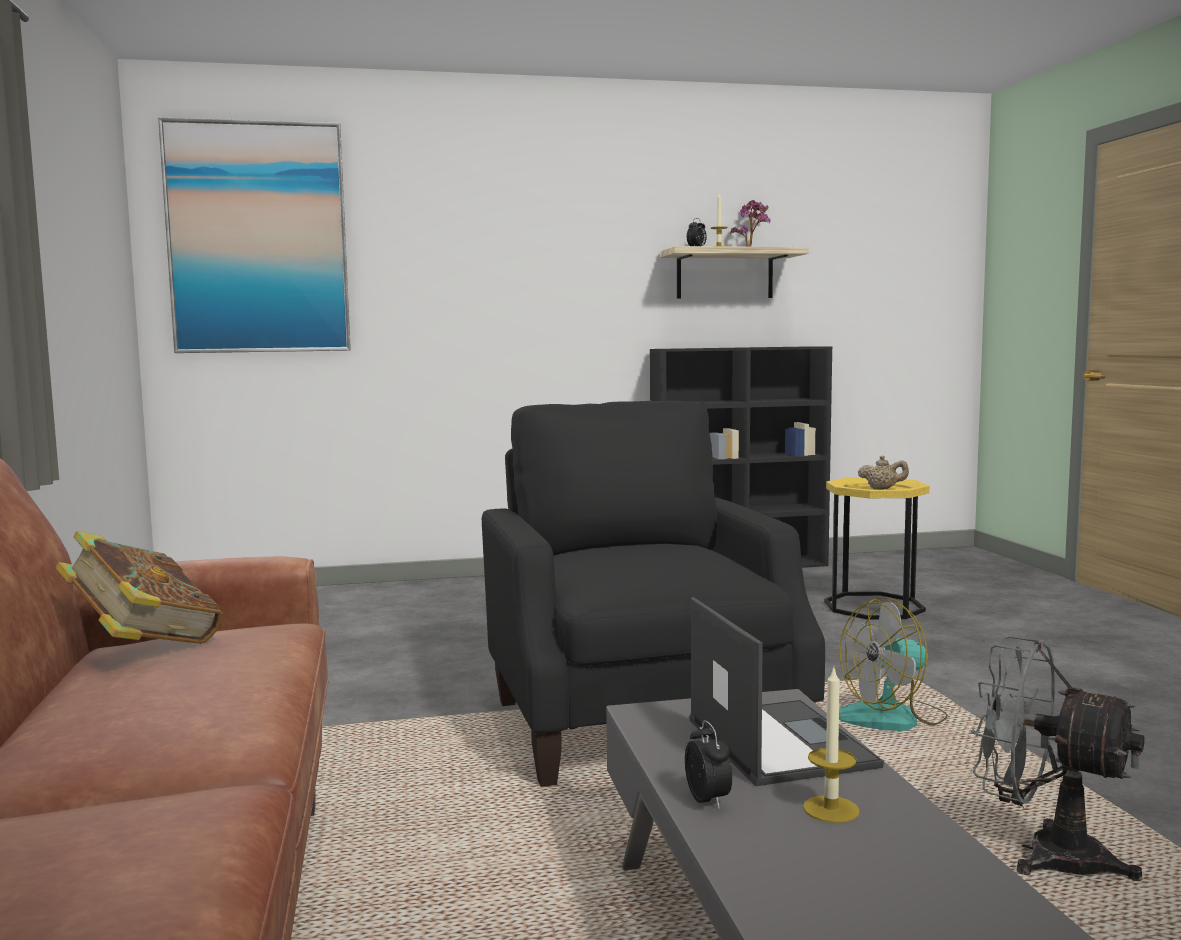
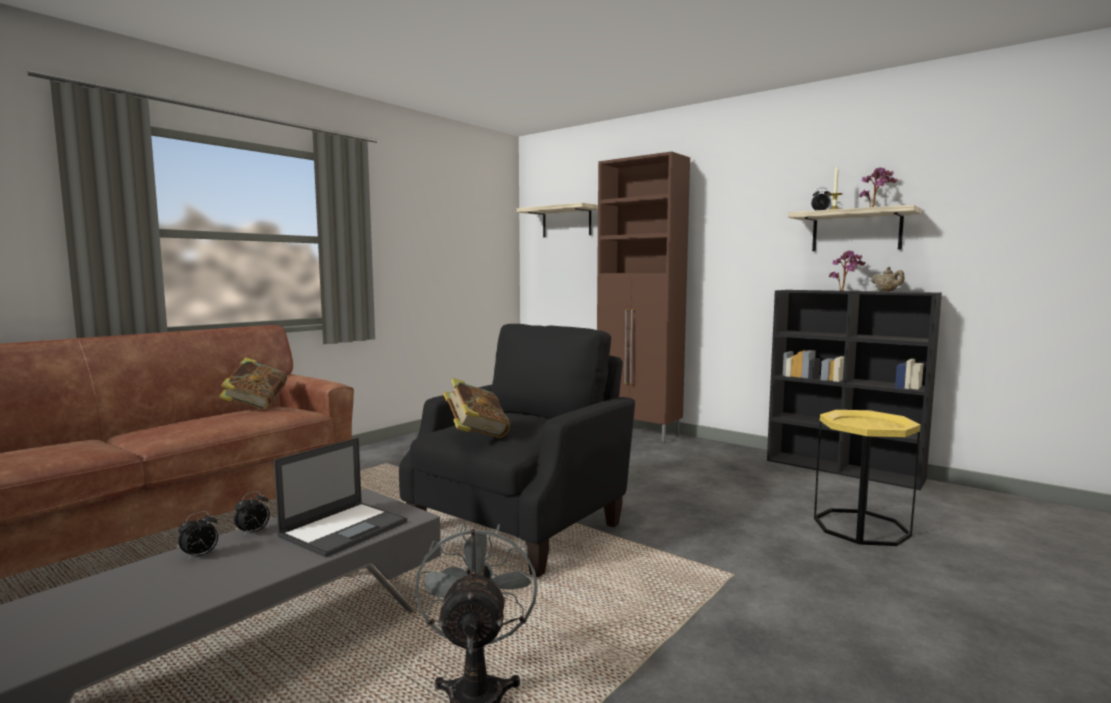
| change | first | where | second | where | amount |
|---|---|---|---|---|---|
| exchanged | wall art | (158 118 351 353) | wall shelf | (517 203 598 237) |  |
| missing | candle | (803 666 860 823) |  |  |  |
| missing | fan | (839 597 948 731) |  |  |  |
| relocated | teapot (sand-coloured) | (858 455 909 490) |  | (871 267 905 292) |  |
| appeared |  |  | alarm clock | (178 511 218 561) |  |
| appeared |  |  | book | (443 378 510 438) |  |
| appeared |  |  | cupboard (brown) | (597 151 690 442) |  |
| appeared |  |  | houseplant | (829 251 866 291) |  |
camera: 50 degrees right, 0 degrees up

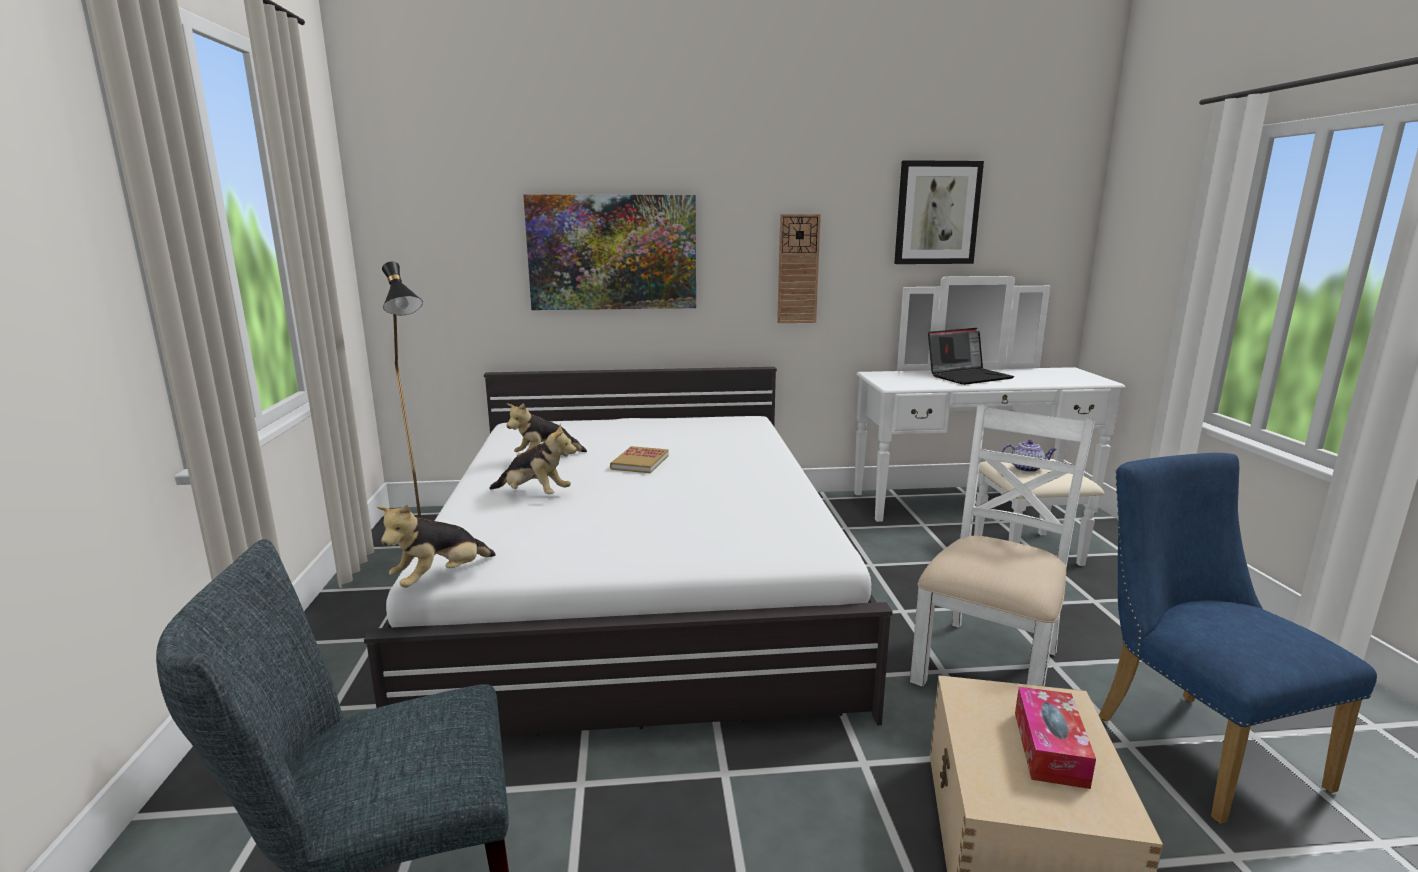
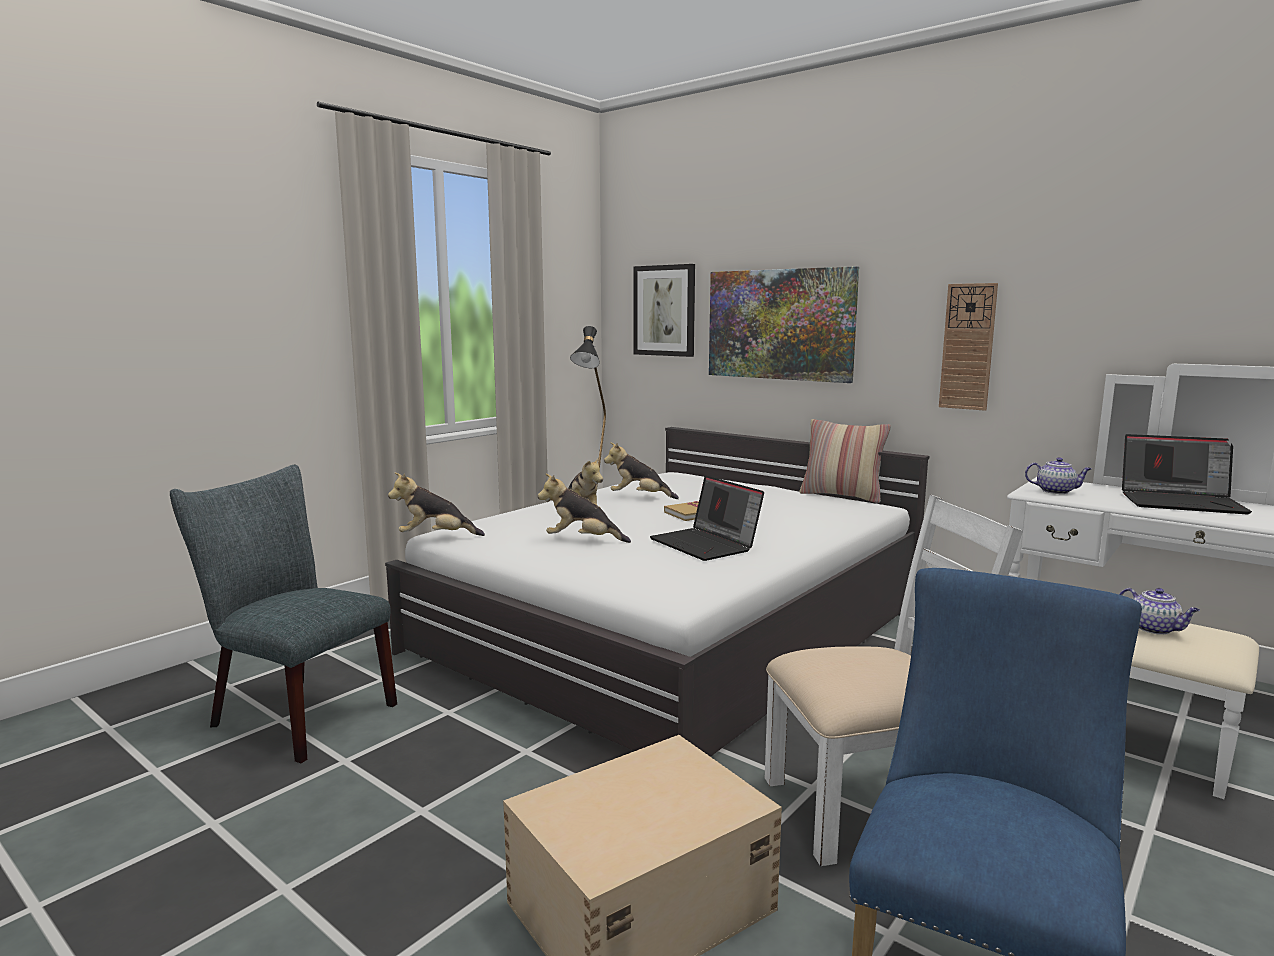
| change | first | where | second | where | amount |
|---|---|---|---|---|---|
| relocated | wall art | (894 160 984 264) |  | (633 264 695 357) |  |
| missing | tissue box | (1015 687 1096 789) |  |  |  |
| appeared |  |  | cuddly toy | (538 474 631 543) |  |
| appeared |  |  | laptop | (650 476 764 561) |  |
| appeared |  |  | pillow | (799 419 891 503) |  |
| appeared |  |  | teapot | (1025 457 1091 494) |  |
camera: 45 degrees right, 5 degrees down

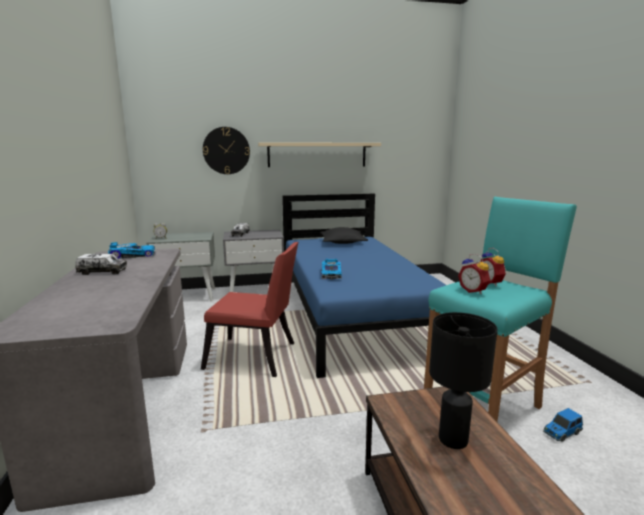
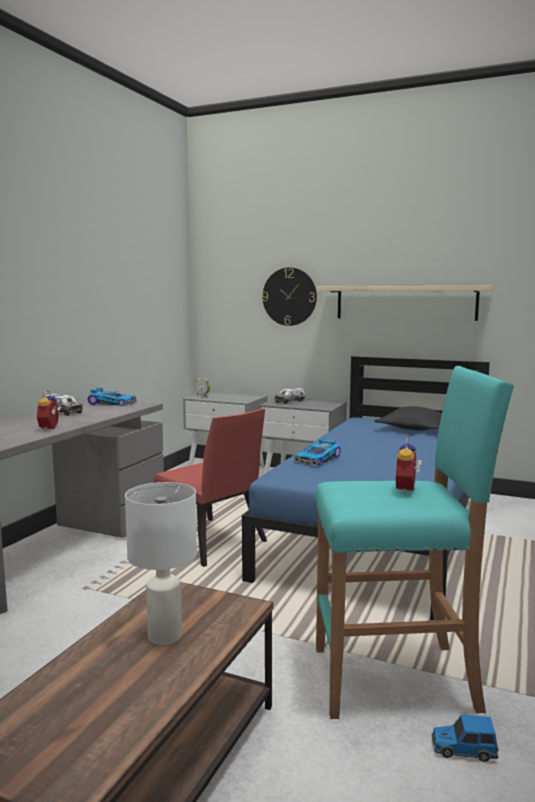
| change | first | where | second | where | amount |
|---|---|---|---|---|---|
| colour | table lamp (black-coloured) | (429 312 497 449) | table lamp (white) | (125 482 197 645) |  |
| relocated | alarm clock | (458 254 490 294) |  | (37 390 61 431) |  |
camera: 35 degrees right, 5 degrees down

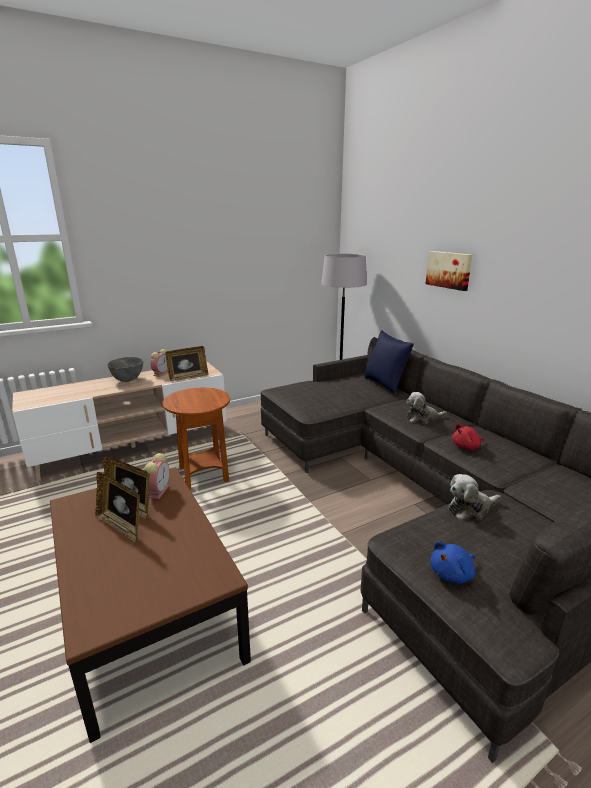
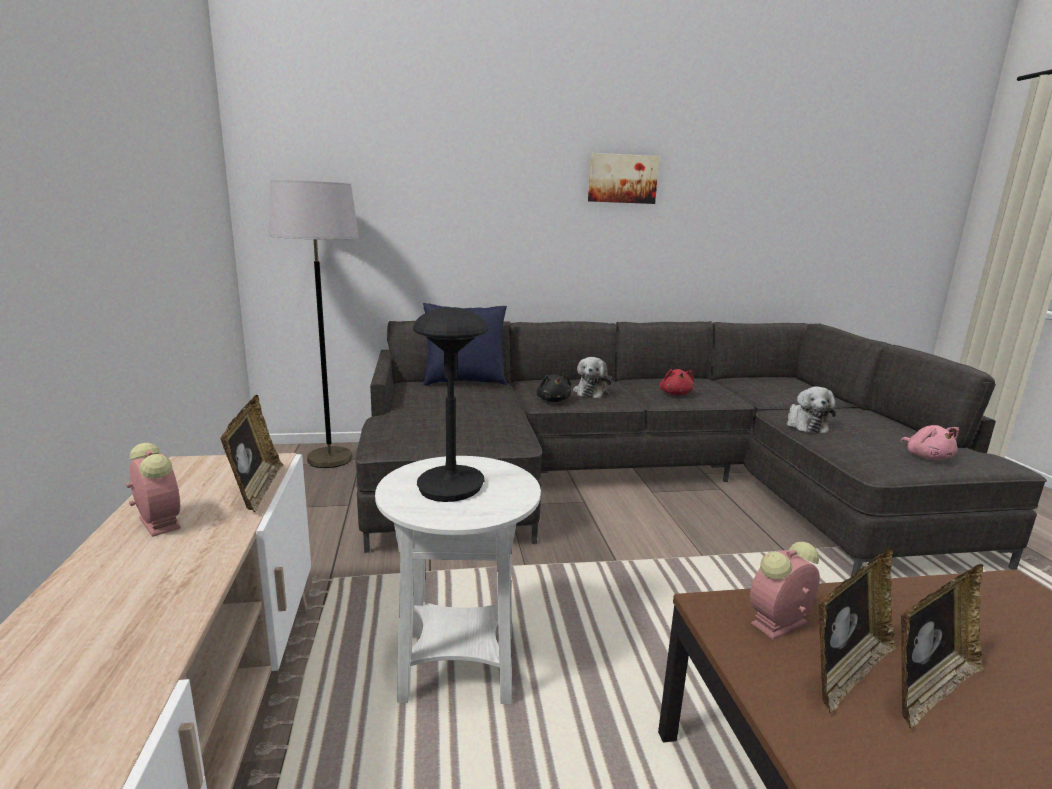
| change | first | where | second | where | amount |
|---|---|---|---|---|---|
| missing | deep dish (gray) | (107 357 143 382) |  |  |  |
| spun | alarm clock | (144 453 170 499) |  | (750 542 820 640) | 60 degrees counterclockwise |
| colour | accent table (brown) | (163 388 230 490) | accent table (white) | (375 456 541 704) |  |
| relocated | wall art | (426 251 472 291) |  | (588 153 660 204) |  |
| colour | cuddly toy (blue) | (430 541 475 584) | cuddly toy (pink) | (900 425 959 460) |  |
| appeared |  |  | table lamp (black-coloured) | (413 307 488 502) |  |
| appeared |  |  | cuddly toy (black-coloured) | (536 374 571 402) |  |
camera: 70 degrees left, 5 degrees down

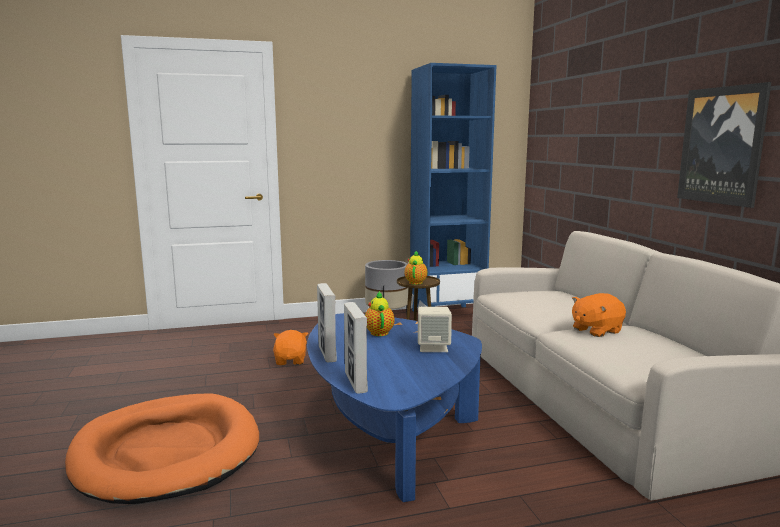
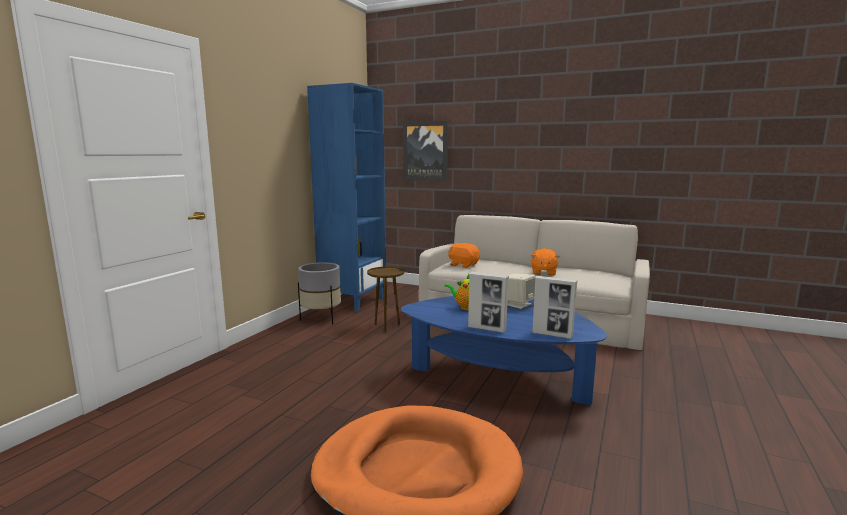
| change | first | where | second | where | amount |
|---|---|---|---|---|---|
| relocated | cuddly toy (orange) | (273 330 308 365) |  | (448 243 480 268) |  |
| missing | teapot | (405 250 428 285) |  |  |  |
| relocated | wall art | (677 82 771 208) |  | (403 121 448 182) |  |
camera: 50 degrees left, 0 degrees up

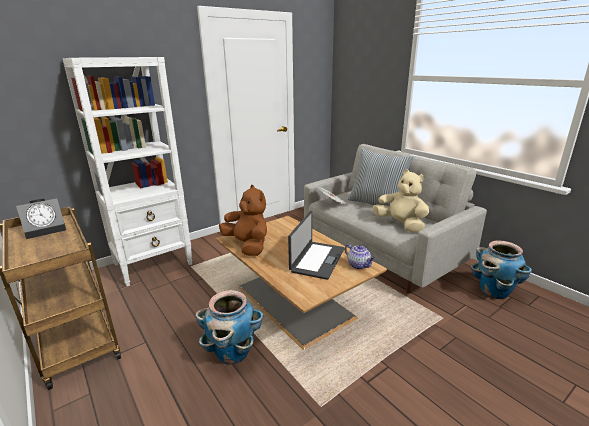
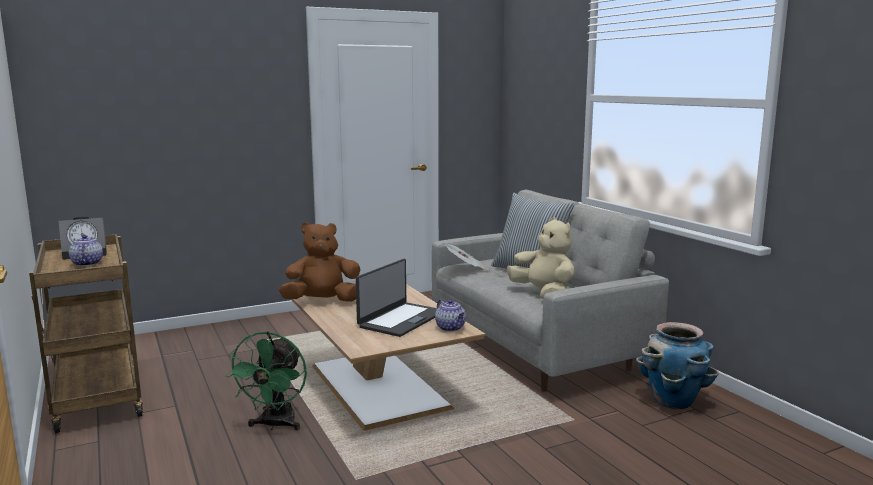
| change | first | where | second | where | amount |
|---|---|---|---|---|---|
| missing | bookshelf (white) | (62 57 193 286) |  |  |  |
| exchanged | flower pot | (196 290 263 365) | fan (green) | (225 331 307 430) |  |
| spun | cuddly toy (brown) | (219 185 267 256) |  | (279 222 360 302) | 75 degrees counterclockwise |
| appeared |  |  | teapot | (69 235 103 266) |  |
camera: 10 degrees right, 10 degrees down

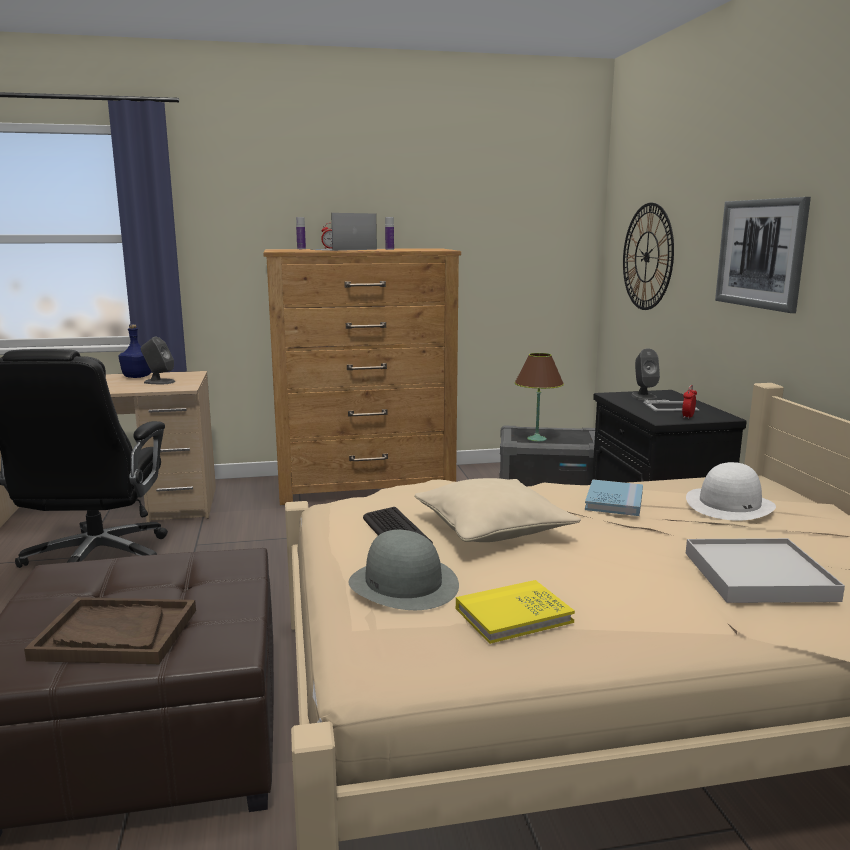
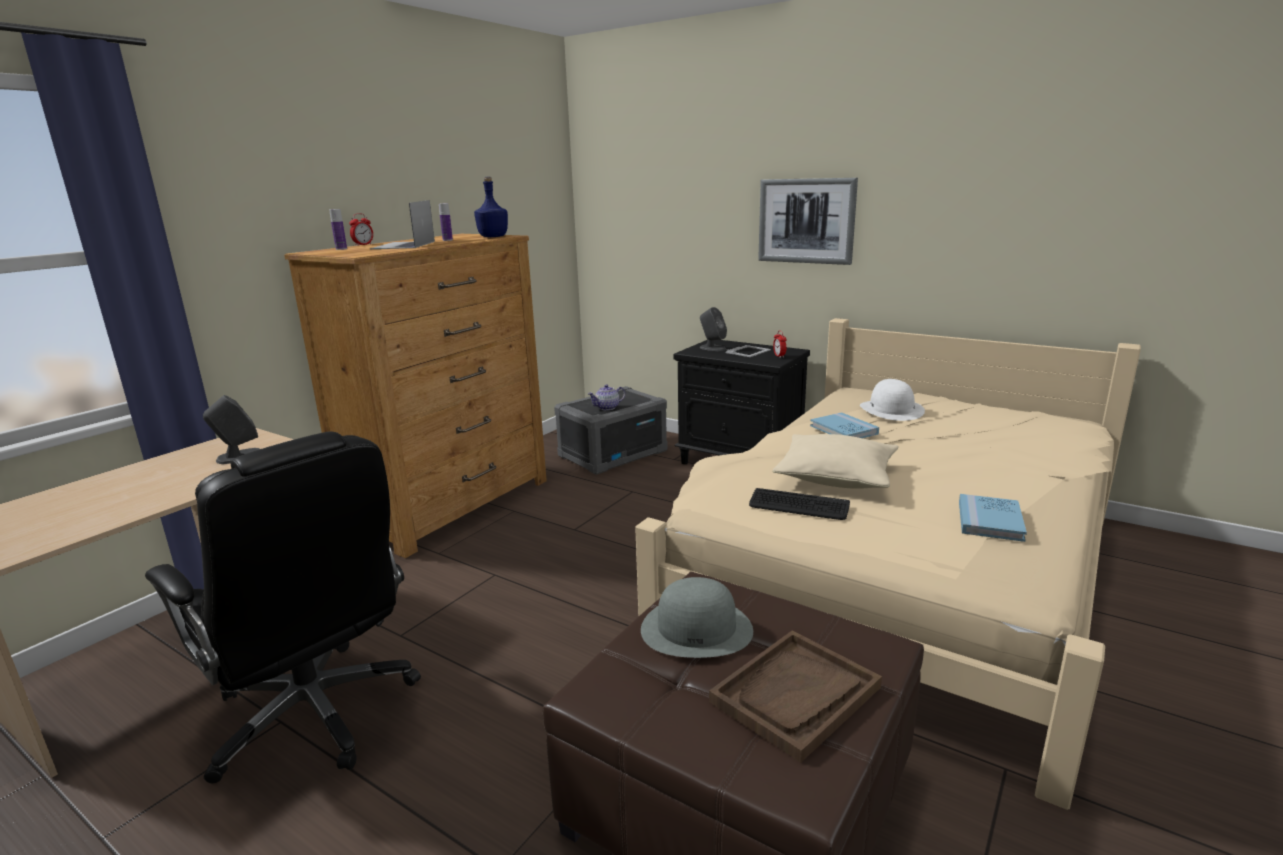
| change | first | where | second | where | amount |
|---|---|---|---|---|---|
| relocated | beverage bottle (blue) | (119 324 151 378) |  | (474 177 508 237) |  |
| relocated | wearable hat (gray) | (349 530 459 610) |  | (641 577 753 658) |  |
| colour | book (yellowish) | (456 580 575 644) | book (blue) | (959 494 1027 542) |  |
| exchanged | table lamp (brown) | (514 353 564 441) | teapot | (588 384 625 410) |  |
| missing | wall clock | (623 203 674 310) |  |  |  |
| missing | tray (white) | (686 538 845 603) |  |  |  |
camera: 45 degrees left, 5 degrees up

